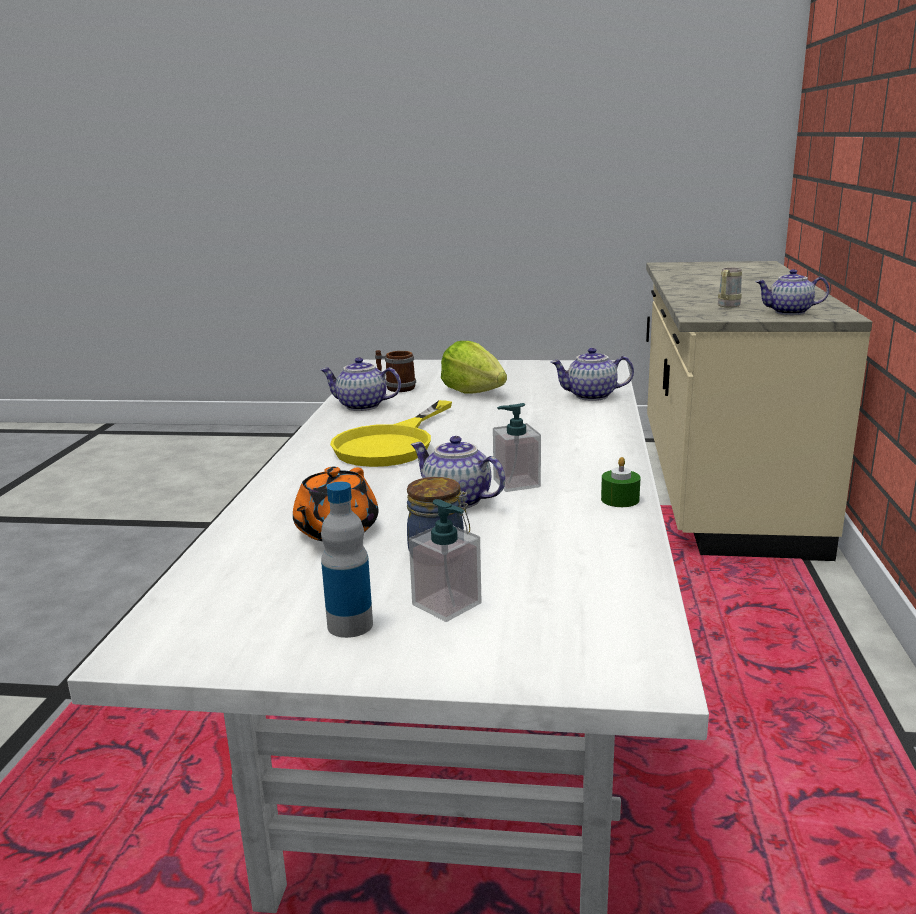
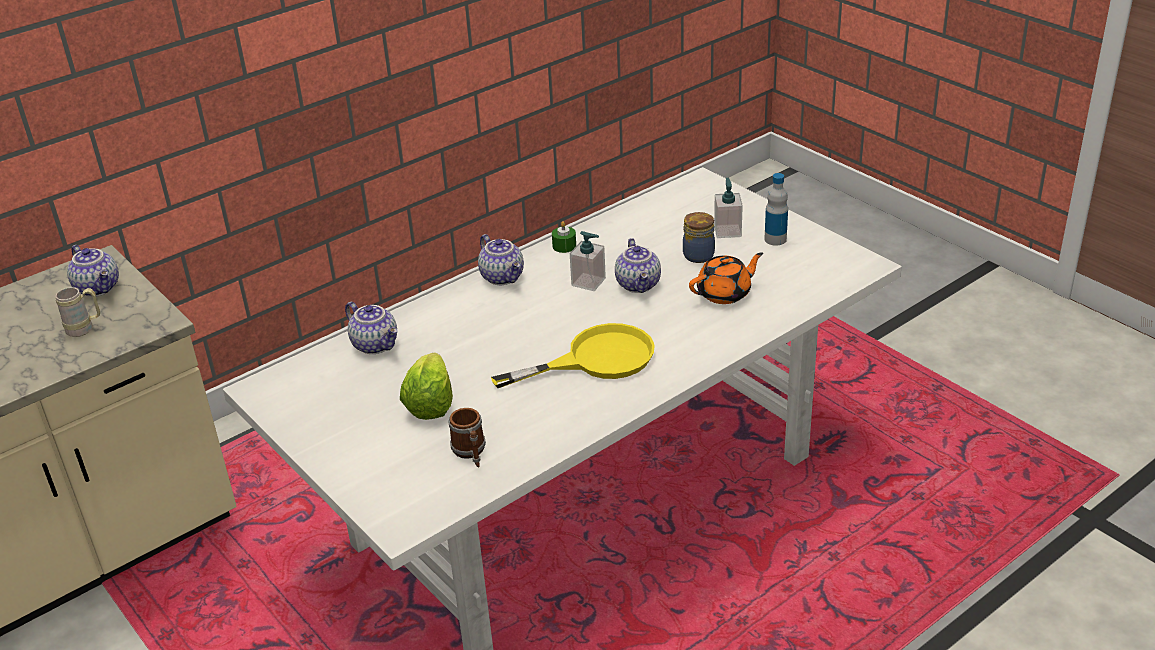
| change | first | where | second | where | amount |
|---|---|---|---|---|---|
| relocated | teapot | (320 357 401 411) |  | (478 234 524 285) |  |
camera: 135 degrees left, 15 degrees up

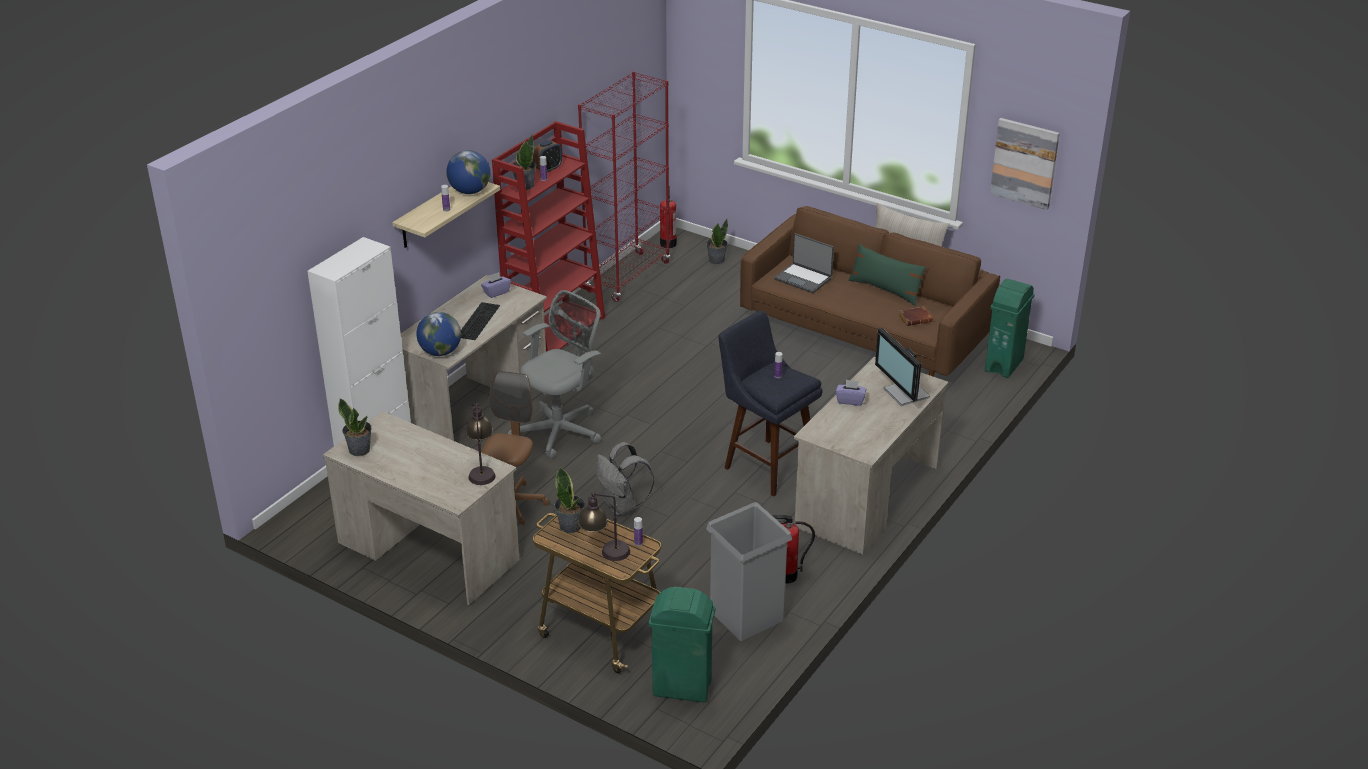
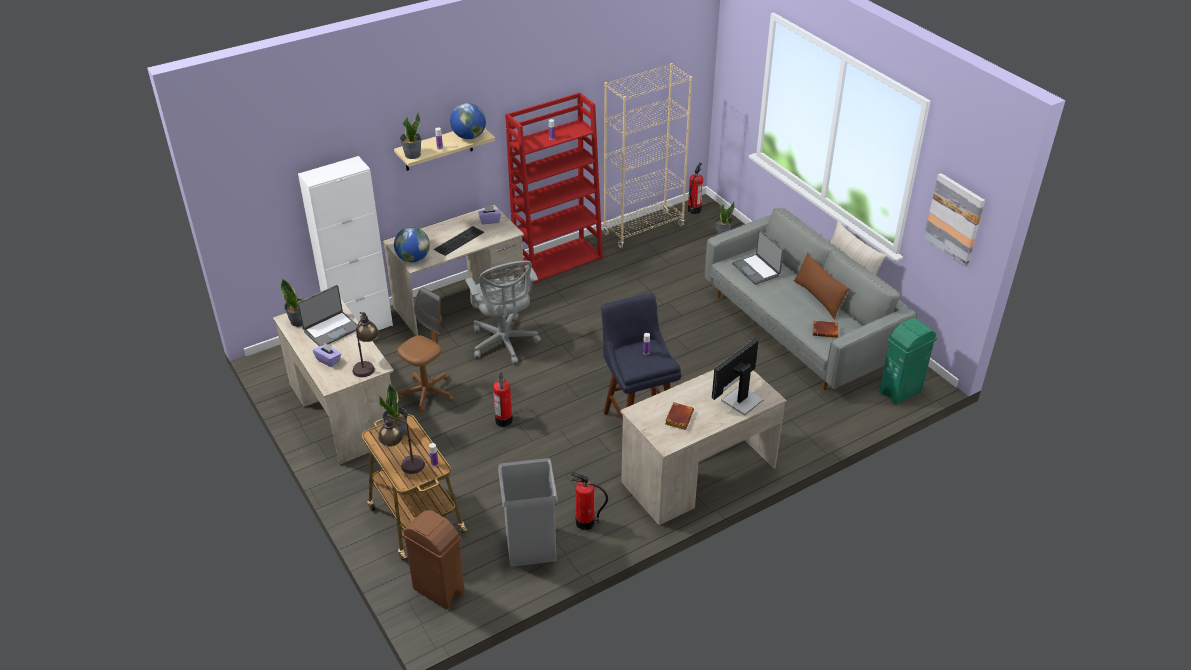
| change | first | where | second | where | amount |
|---|---|---|---|---|---|
| spun | computer chair (gray) | (507 290 601 459) |  | (465 261 541 364) | 90 degrees clockwise |
| relocated | houseplant | (513 135 536 190) |  | (400 112 422 159) |  |
| missing | alarm clock | (533 140 562 173) |  |  |  |
| colour | bookshelf (red-coloured) | (578 71 670 302) | bookshelf (sand-coloured) | (603 63 692 248) |  |
| exchanged | knapsack (gray) | (596 442 654 516) | extinguisher | (493 372 513 427) |  |
| colour | waste bin (green) | (649 587 715 703) | waste bin (brown) | (402 510 465 609) |  |
| colour | settee (brown) | (740 206 1000 377) | settee (gray) | (704 208 917 390) |  |
| relocated | tissue box (purplish) | (836 380 866 406) |  | (313 342 341 367) |  |
| colour | pillow (green) | (848 244 926 306) | pillow (brown) | (794 252 850 319) |  |
| spun | computer screen | (875 328 930 406) |  | (712 338 764 416) | 45 degrees clockwise |
| appeared |  |  | laptop | (297 285 357 346) |  |
| appeared |  |  | book (brown) | (665 402 694 430) |  |
camera: 25 degrees right, 5 degrees up

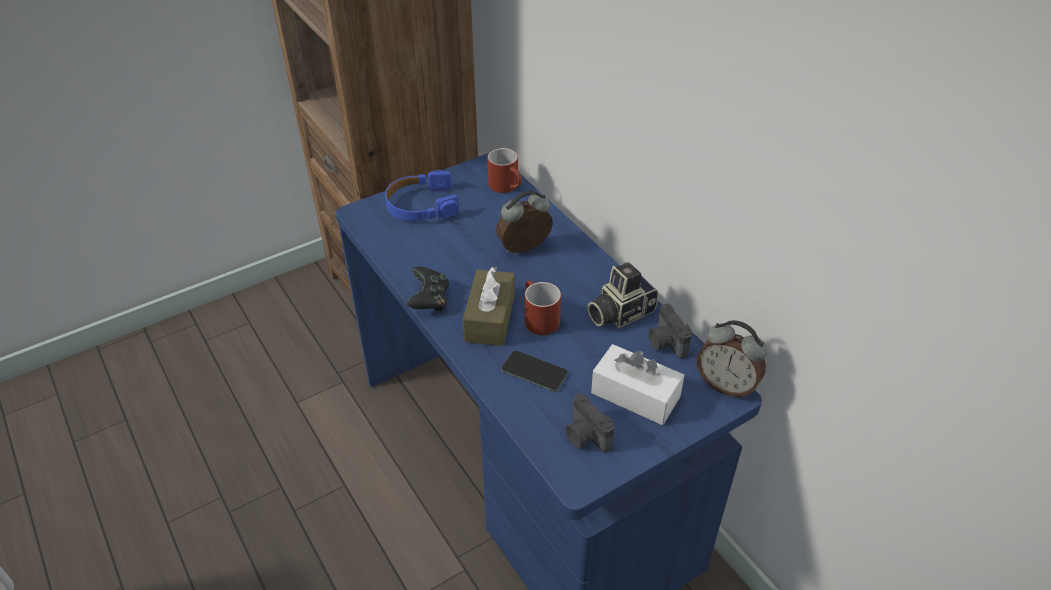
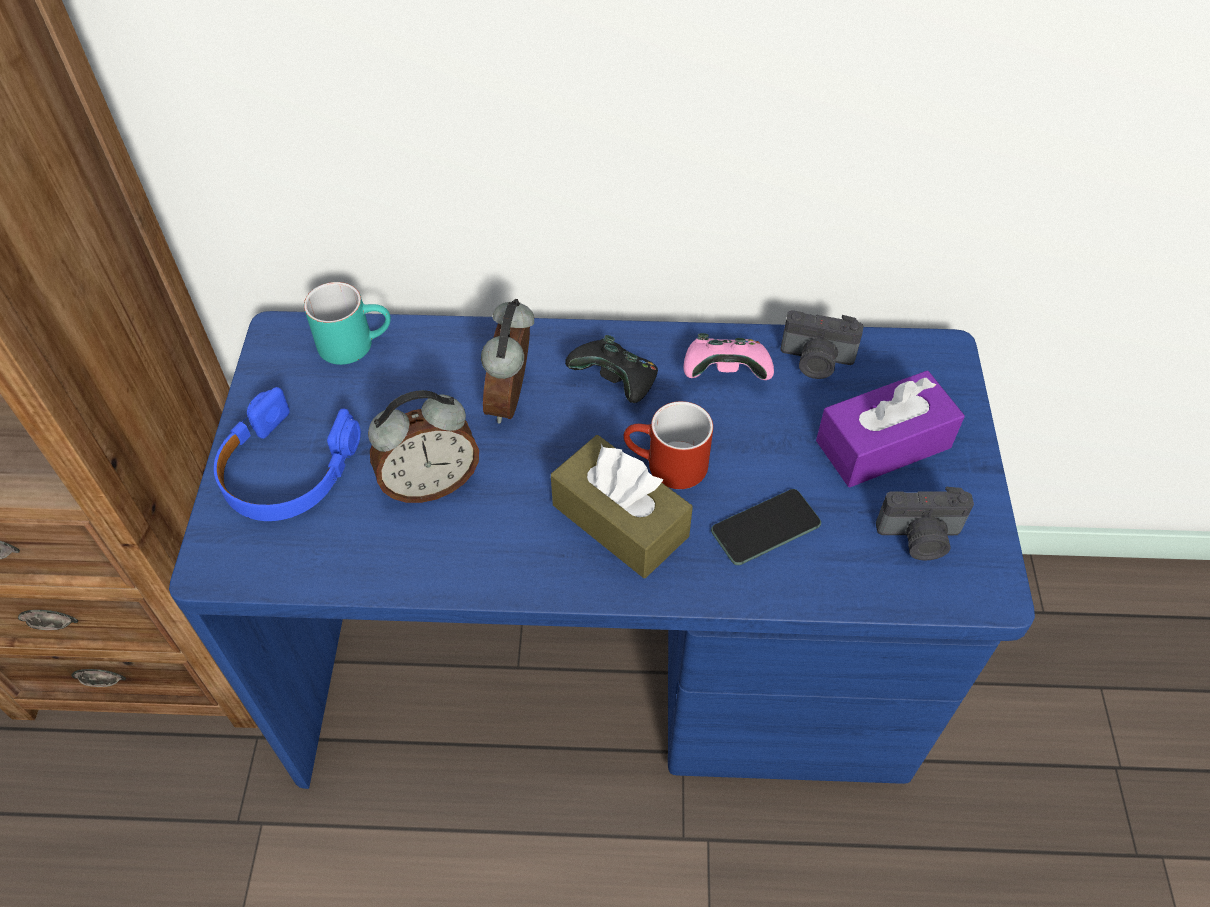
| change | first | where | second | where | amount |
|---|---|---|---|---|---|
| relocated | joypad (black-coloured) | (407 267 449 311) |  | (565 335 658 403) |  |
| colour | mug (red-coloured) | (488 148 522 193) | mug (turquoise-coloured) | (304 282 391 365) |  |
| exchanged | photo camera | (587 262 658 328) | joypad (pink) | (683 333 774 380) |  |
| colour | tissue box (white) | (591 344 685 425) | tissue box (purplish) | (816 371 965 487) |  |
| relocated | alarm clock | (697 320 767 398) |  | (368 390 479 503) |  |
camera: 55 degrees left, 10 degrees up

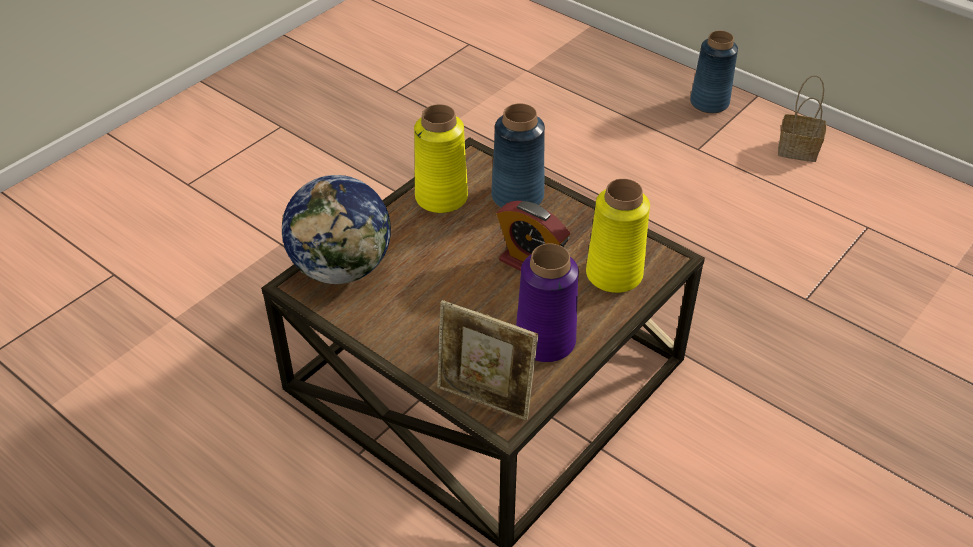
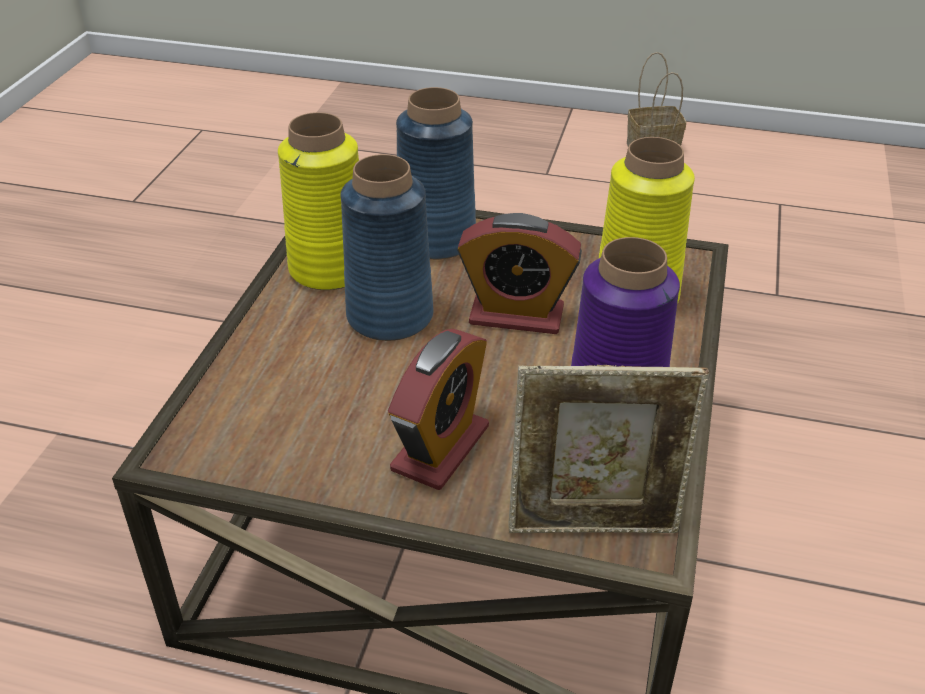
| change | first | where | second | where | amount |
|---|---|---|---|---|---|
| missing | globe | (282 175 391 284) |  |  |  |
| relocated | flower vase (blue) | (690 31 738 113) |  | (340 154 433 341) |  |
| appeared |  |  | alarm clock | (388 329 489 490) |  |
camera: 25 degrees left, 5 degrees down

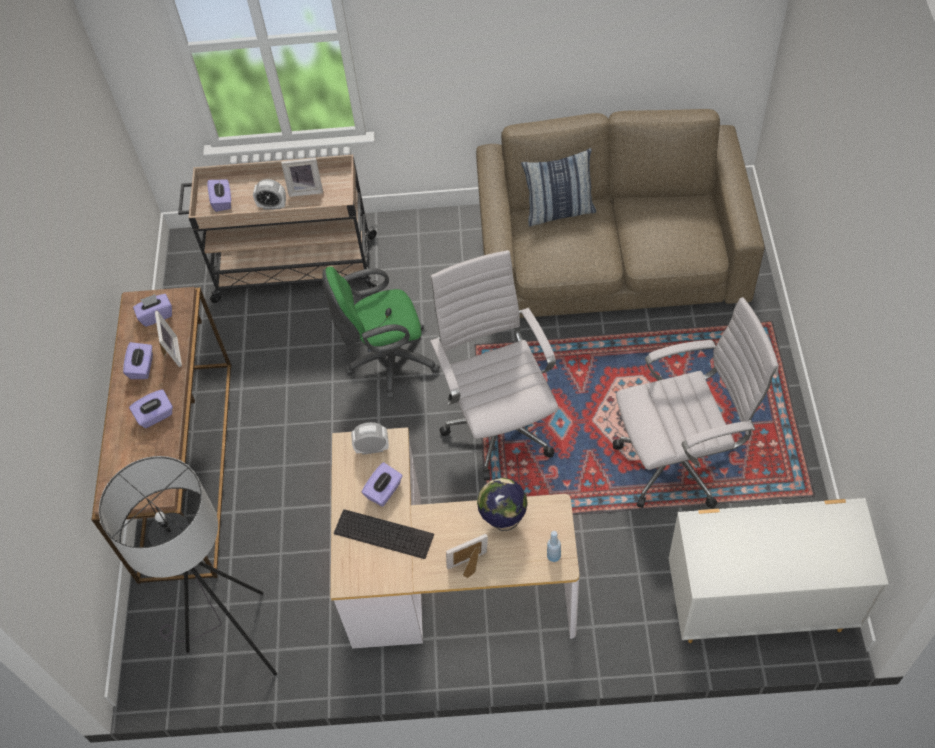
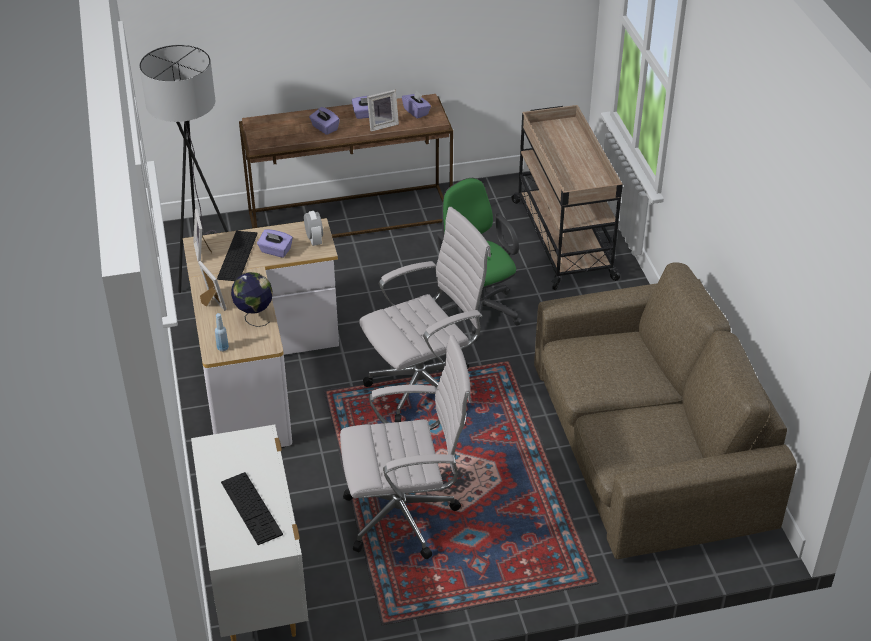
| change | first | where | second | where | amount |
|---|---|---|---|---|---|
| missing | tissue box (purplish) | (207 179 231 212) |  |  |  |
| missing | alarm clock | (253 179 286 210) |  |  |  |
| relocated | standing frame | (281 158 323 197) |  | (193 209 212 261) |  |
| missing | pillow | (521 148 596 227) |  |  |  |
| spun | computer chair (white) | (613 297 779 508) |  | (340 335 471 559) | 75 degrees counterclockwise |
| appeared |  |  | computer keyboard | (221 472 283 545) |  |
camera: 75 degrees right, 15 degrees down

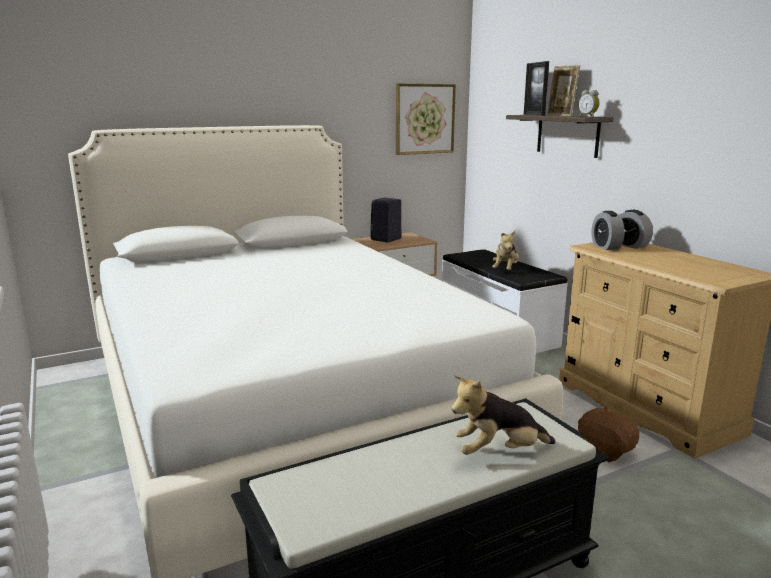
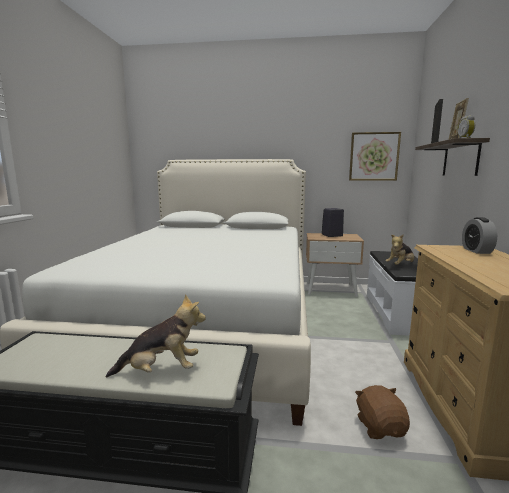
| change | first | where | second | where | amount |
|---|---|---|---|---|---|
| spun | cuddly toy | (452 375 556 455) |  | (106 294 206 378) | 150 degrees clockwise |
| missing | alarm clock | (591 211 625 250) |  |  |  |
camera: 35 degrees right, 5 degrees down

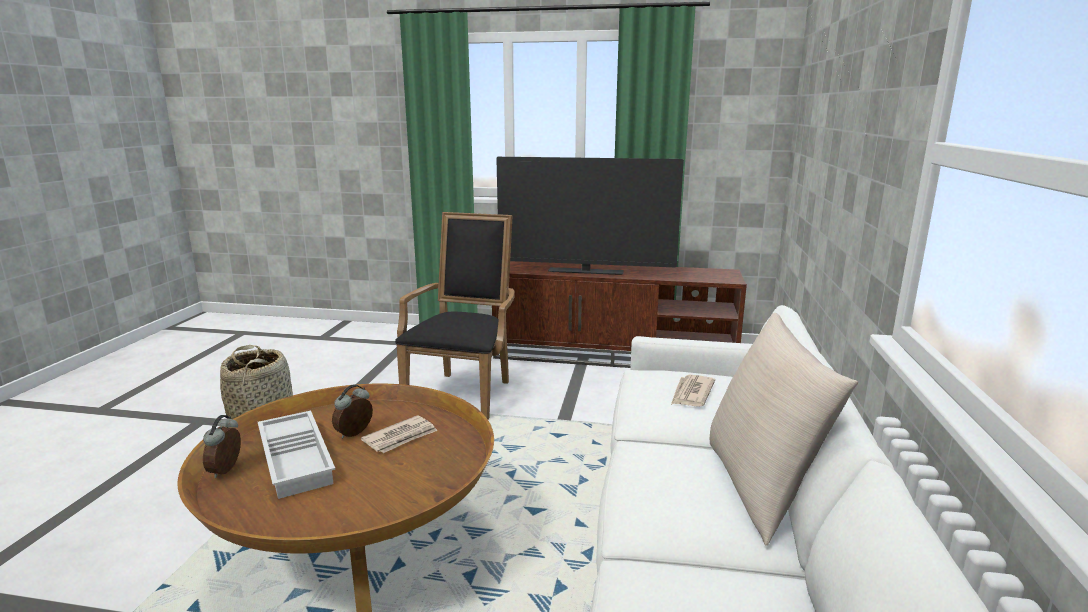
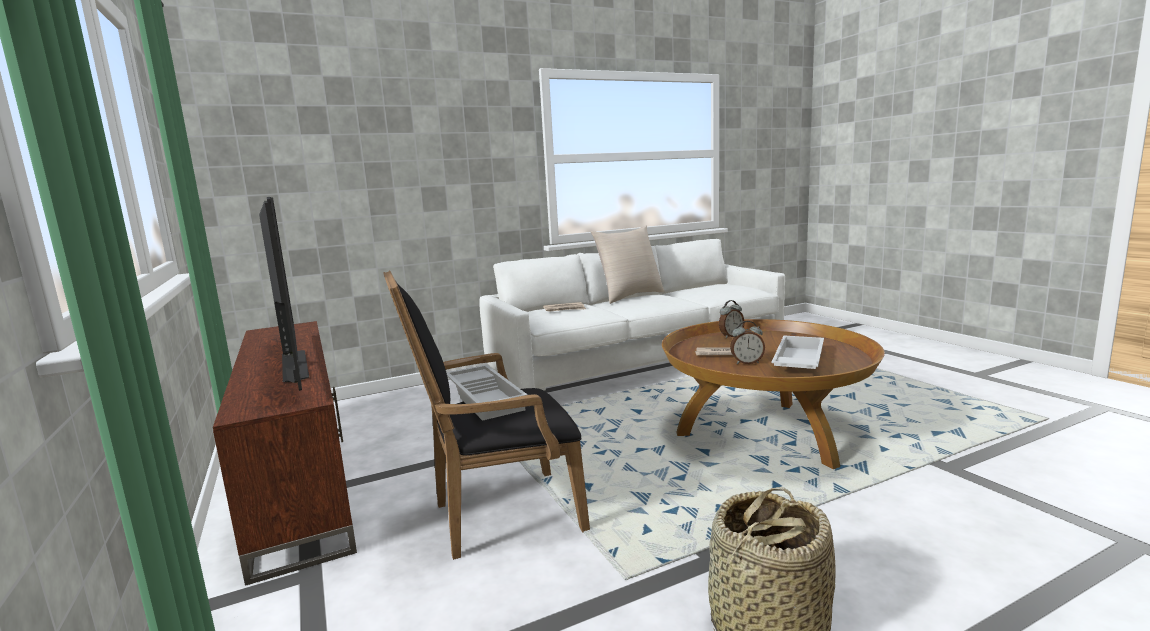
| change | first | where | second | where | amount |
|---|---|---|---|---|---|
| relocated | alarm clock | (203 415 241 478) |  | (719 300 744 338) |  |
| appeared |  |  | tray (white) | (446 365 528 421) |  |
camera: 125 degrees left, 5 degrees down

